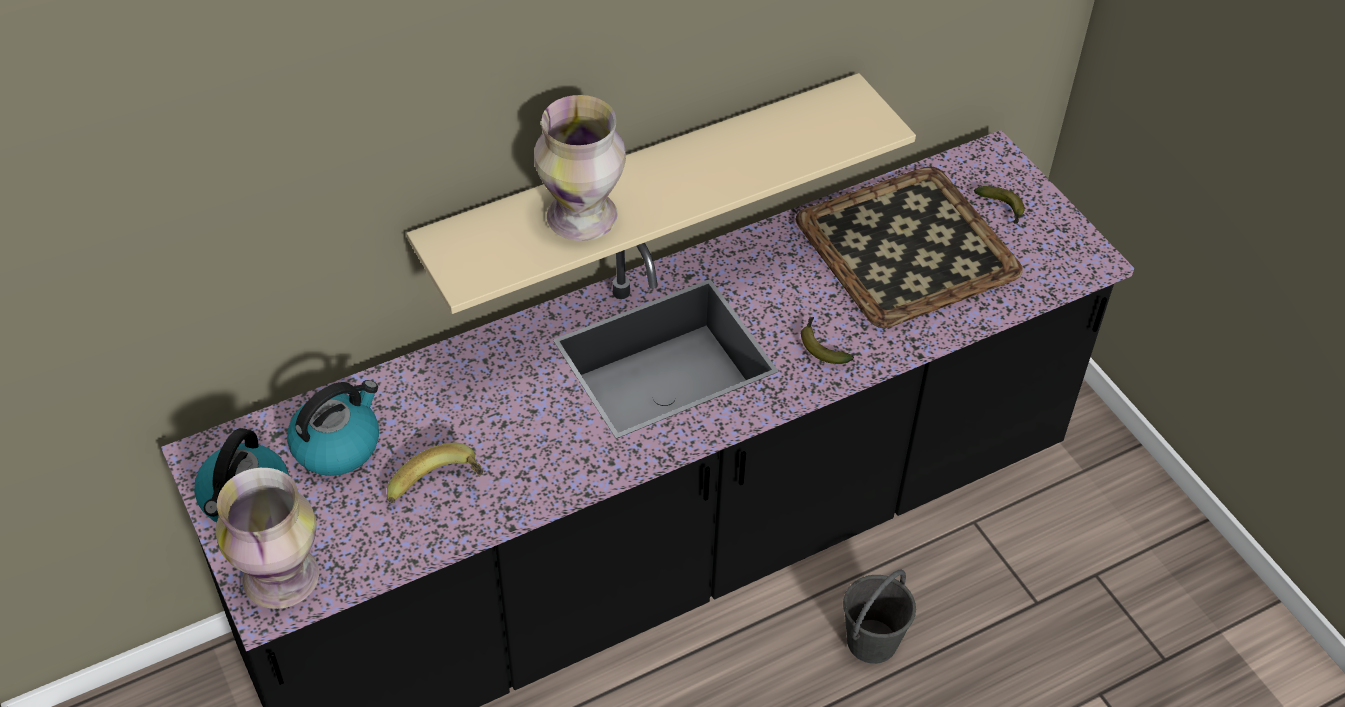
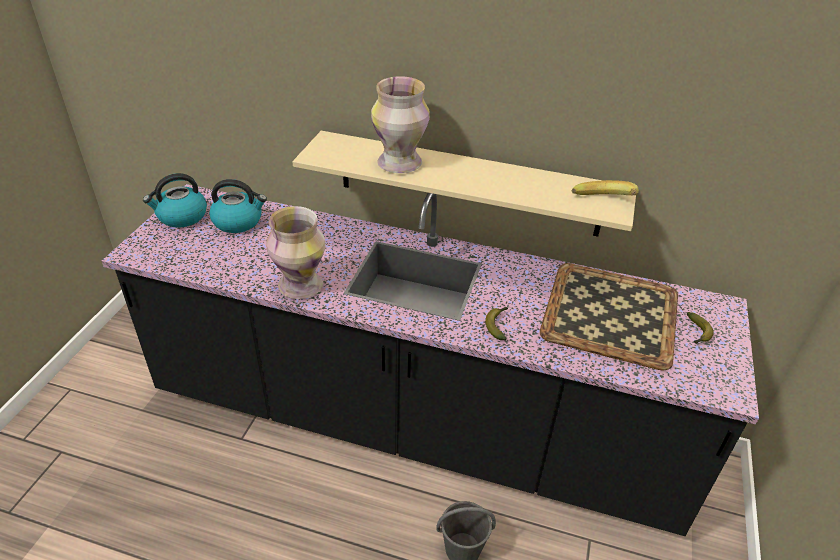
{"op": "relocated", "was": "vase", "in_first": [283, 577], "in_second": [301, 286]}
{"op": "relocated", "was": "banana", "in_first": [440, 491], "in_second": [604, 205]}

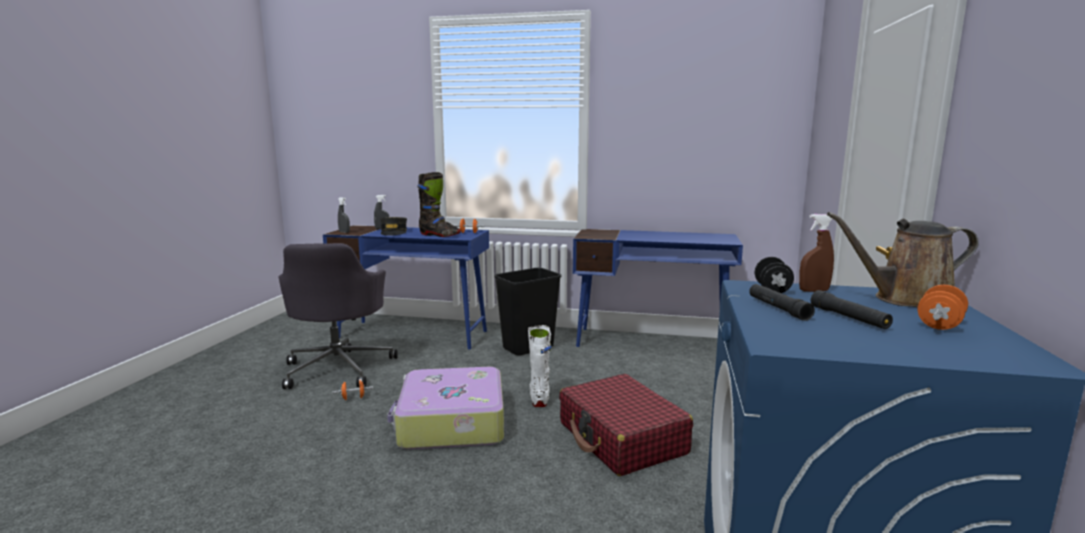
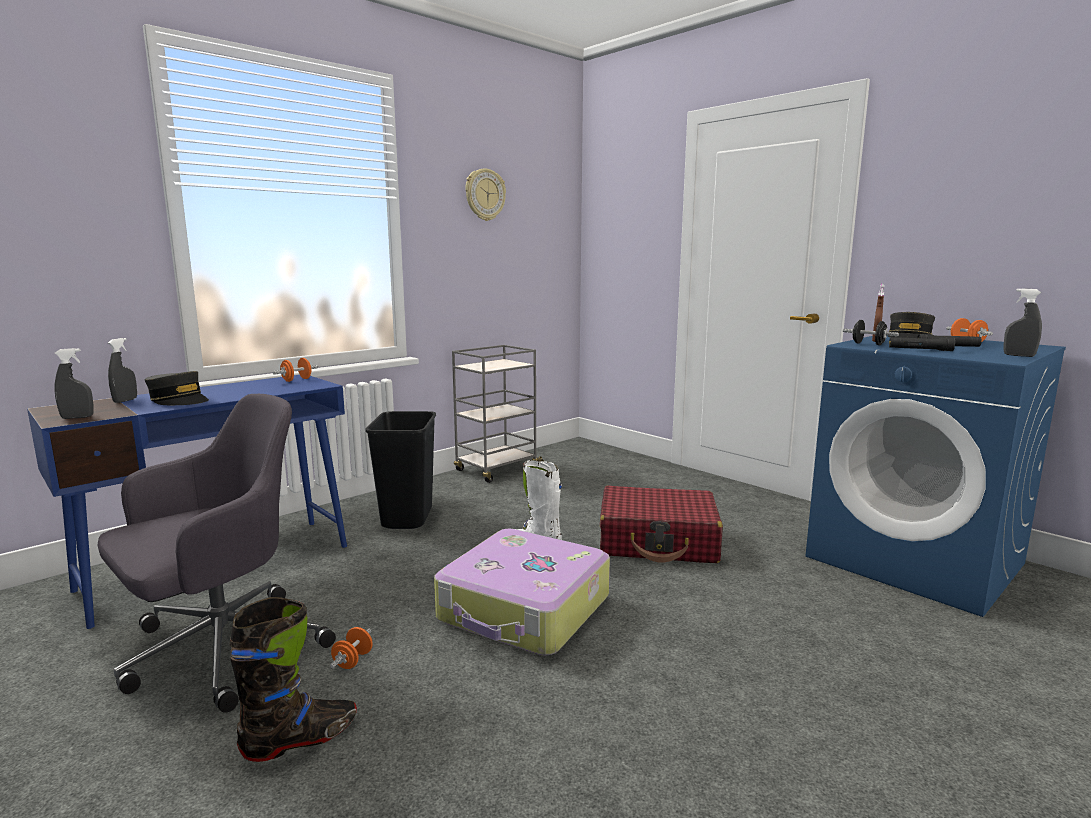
{"op": "spun", "was": "office chair/grey", "in_first": [339, 368], "in_second": [220, 651], "clockwise": -75}
{"op": "relocated", "was": "boot/black", "in_first": [439, 235], "in_second": [301, 739]}
{"op": "exchanged", "was": "desk/blue", "now": "cart/grey", "in_first": [652, 342], "in_second": [497, 469]}
{"op": "appeared", "now": "wall clock", "in_second": [484, 195]}
{"op": "exchanged", "was": "watering can/brown", "now": "cap/grey", "in_first": [906, 300], "in_second": [909, 337]}
{"op": "appeared", "now": "spray bottle/grey", "in_second": [1019, 355]}

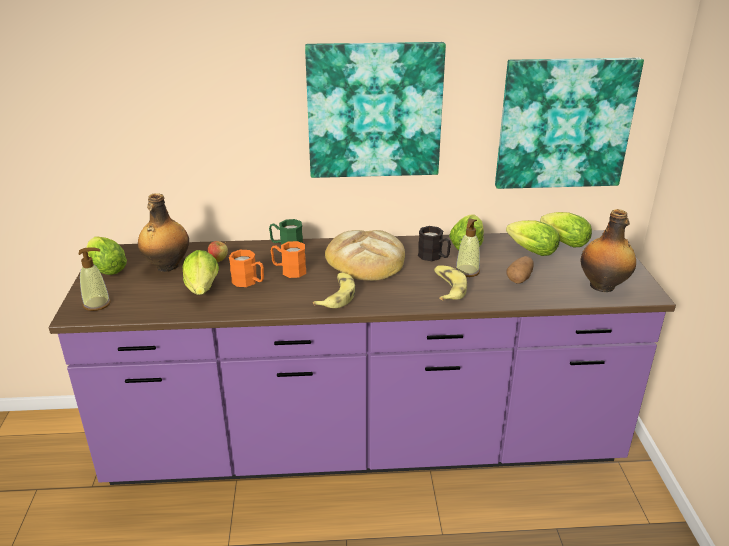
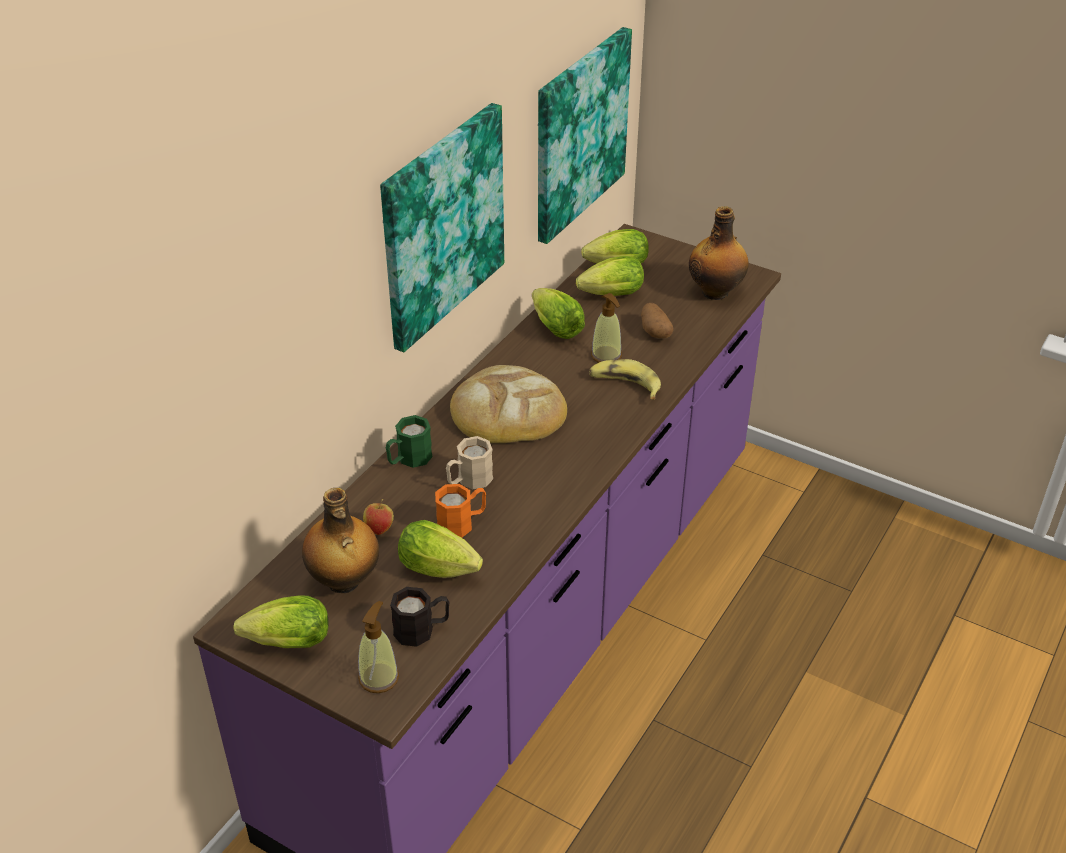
{"op": "relocated", "was": "mug/black", "in_first": [434, 257], "in_second": [422, 629]}
{"op": "colour", "was": "mug/orange", "now": "mug/beige", "in_first": [289, 270], "in_second": [469, 480]}
{"op": "missing", "was": "banana", "in_first": [337, 296]}

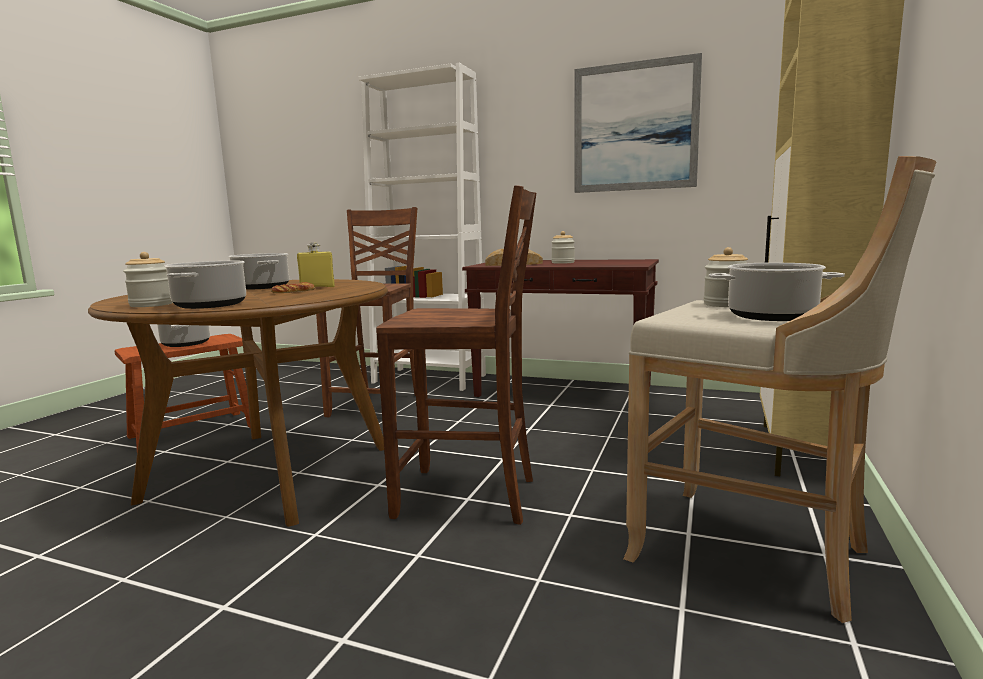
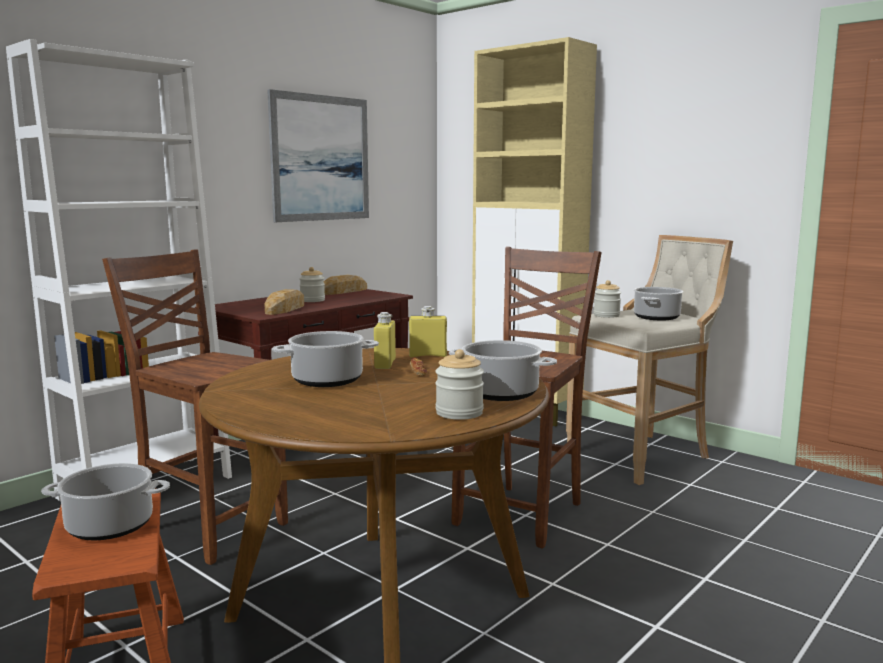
{"op": "appeared", "now": "bread", "in_second": [344, 291]}
{"op": "appeared", "now": "bottle/yellow", "in_second": [428, 355]}

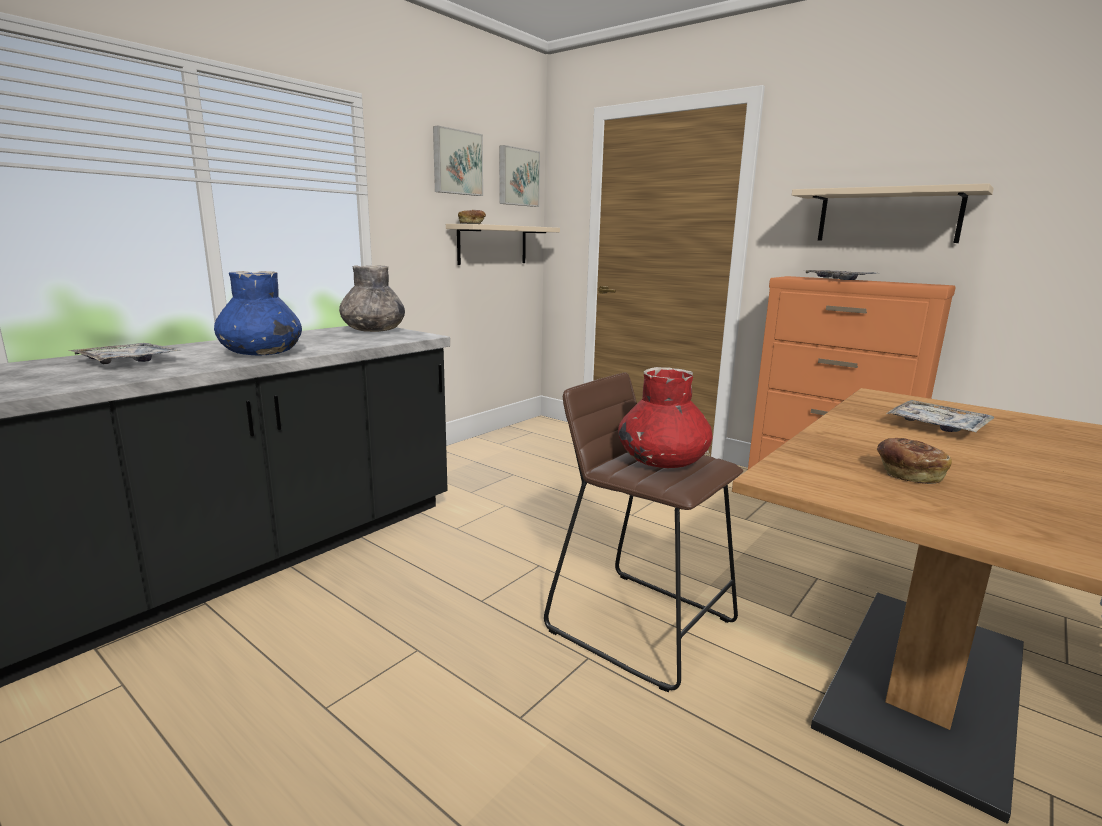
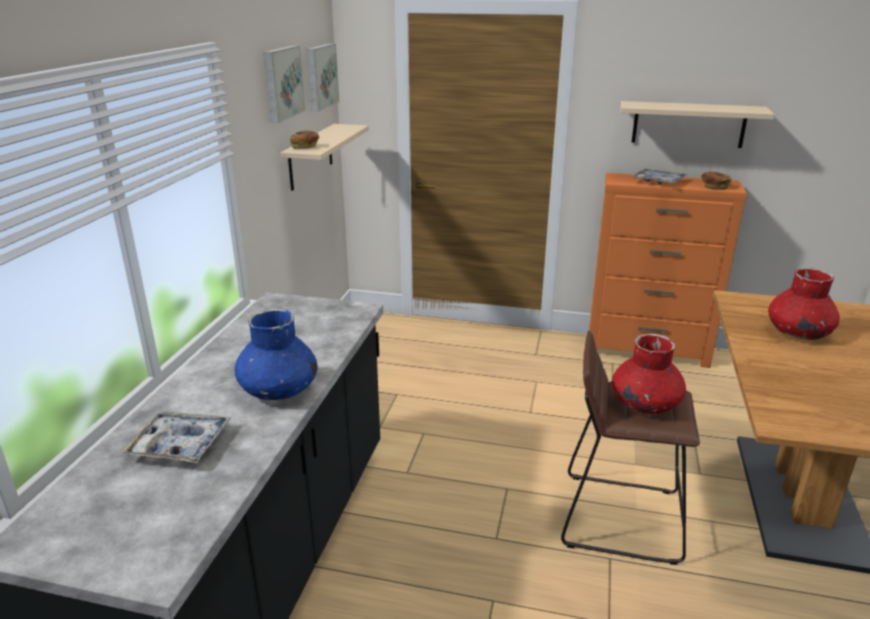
{"op": "relocated", "was": "bread", "in_first": [907, 474], "in_second": [713, 187]}
{"op": "exchanged", "was": "tray", "now": "vase/red", "in_first": [938, 426], "in_second": [797, 332]}
{"op": "missing", "was": "vase/grey", "in_first": [373, 331]}

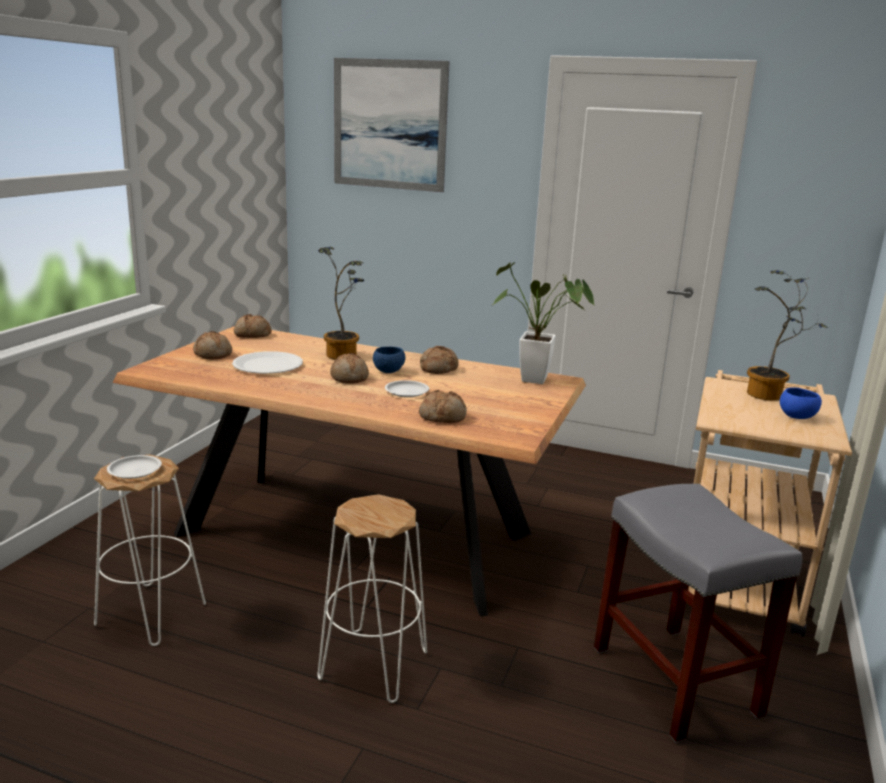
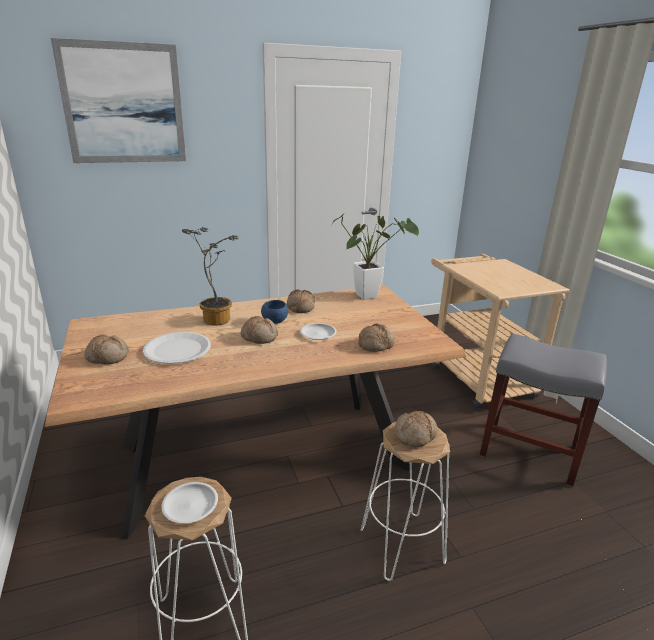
{"op": "relocated", "was": "bread", "in_first": [252, 335], "in_second": [415, 436]}
{"op": "missing", "was": "potted plant", "in_first": [769, 396]}
{"op": "missing", "was": "bowl/blue", "in_first": [797, 417]}

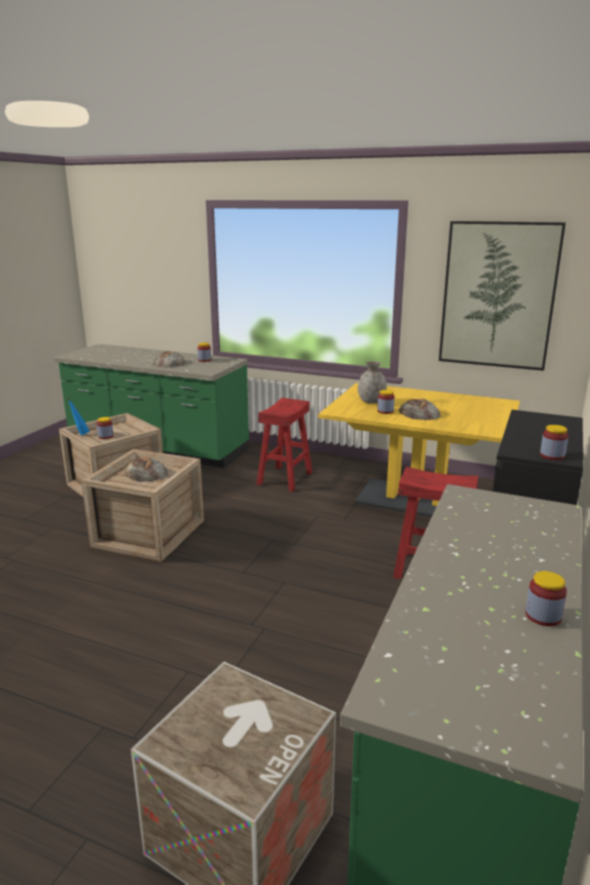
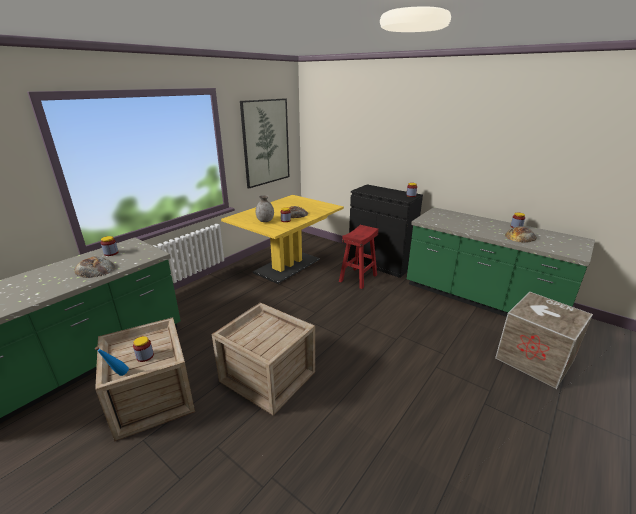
{"op": "relocated", "was": "bread", "in_first": [146, 473], "in_second": [520, 236]}
{"op": "missing", "was": "stool/red", "in_first": [284, 478]}

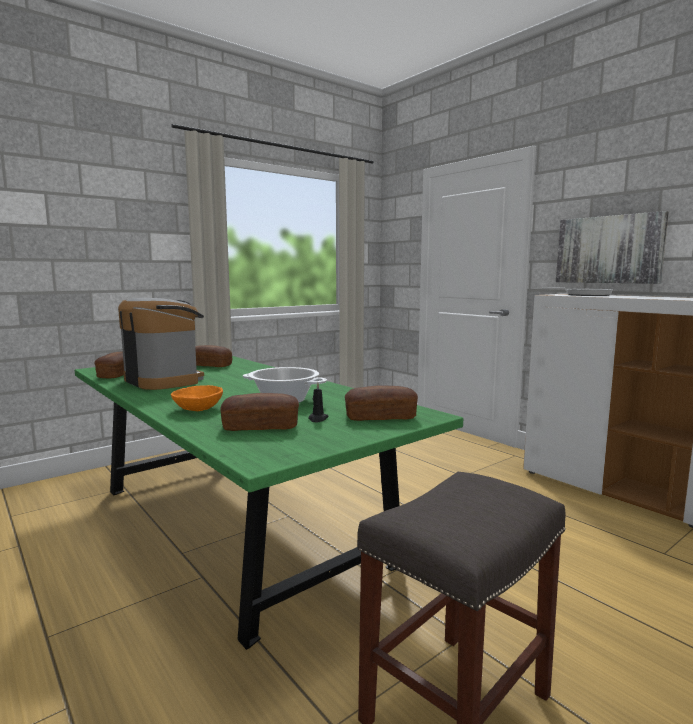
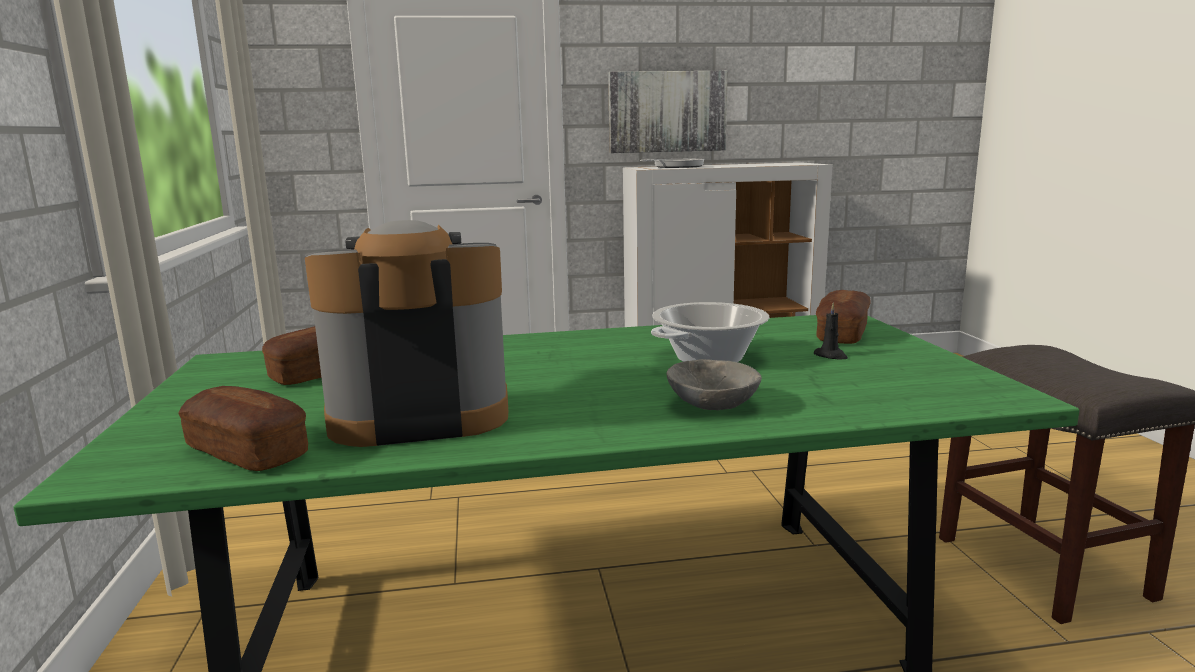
{"op": "colour", "was": "bowl/orange", "now": "bowl/grey", "in_first": [199, 409], "in_second": [711, 405]}
{"op": "missing", "was": "bread", "in_first": [260, 427]}

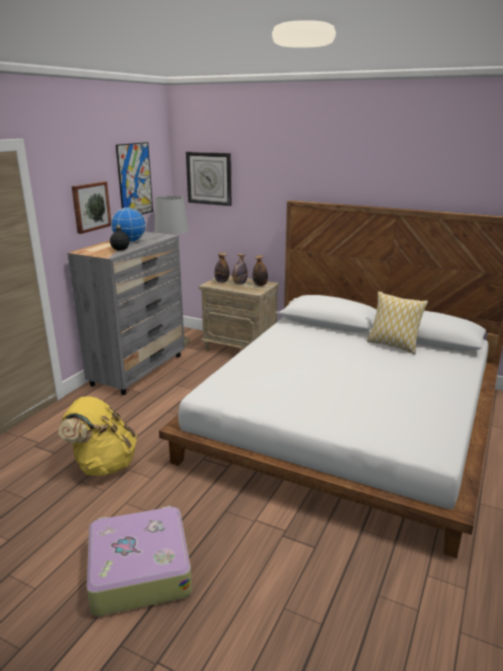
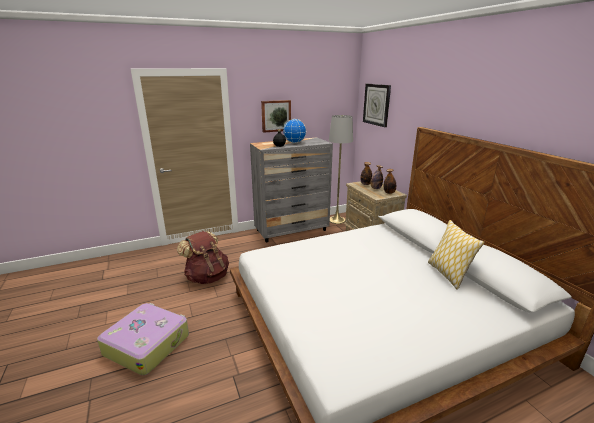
{"op": "colour", "was": "backpack/yellow", "now": "backpack/brown", "in_first": [103, 464], "in_second": [207, 277]}
{"op": "missing", "was": "picture", "in_first": [135, 180]}

